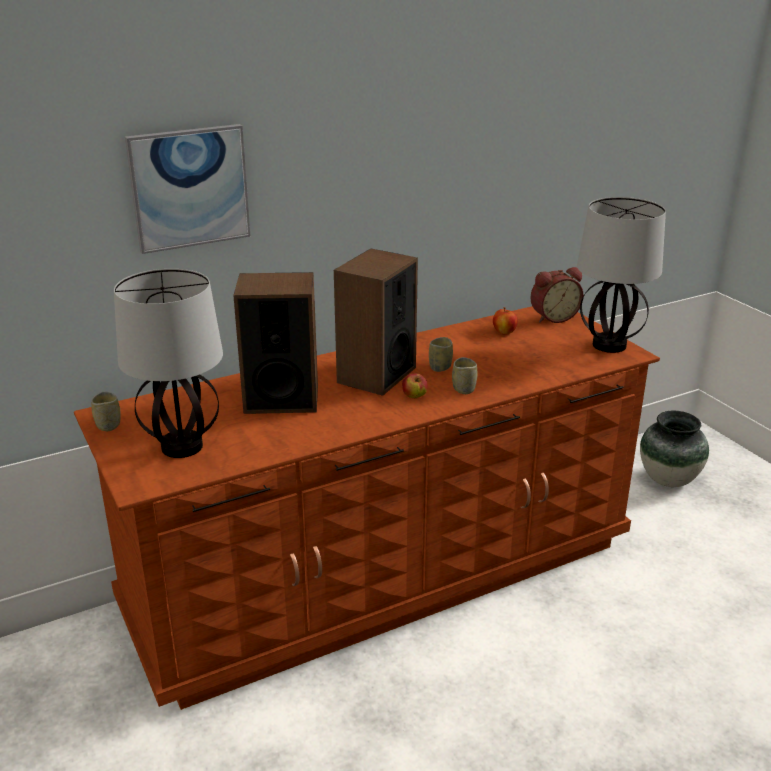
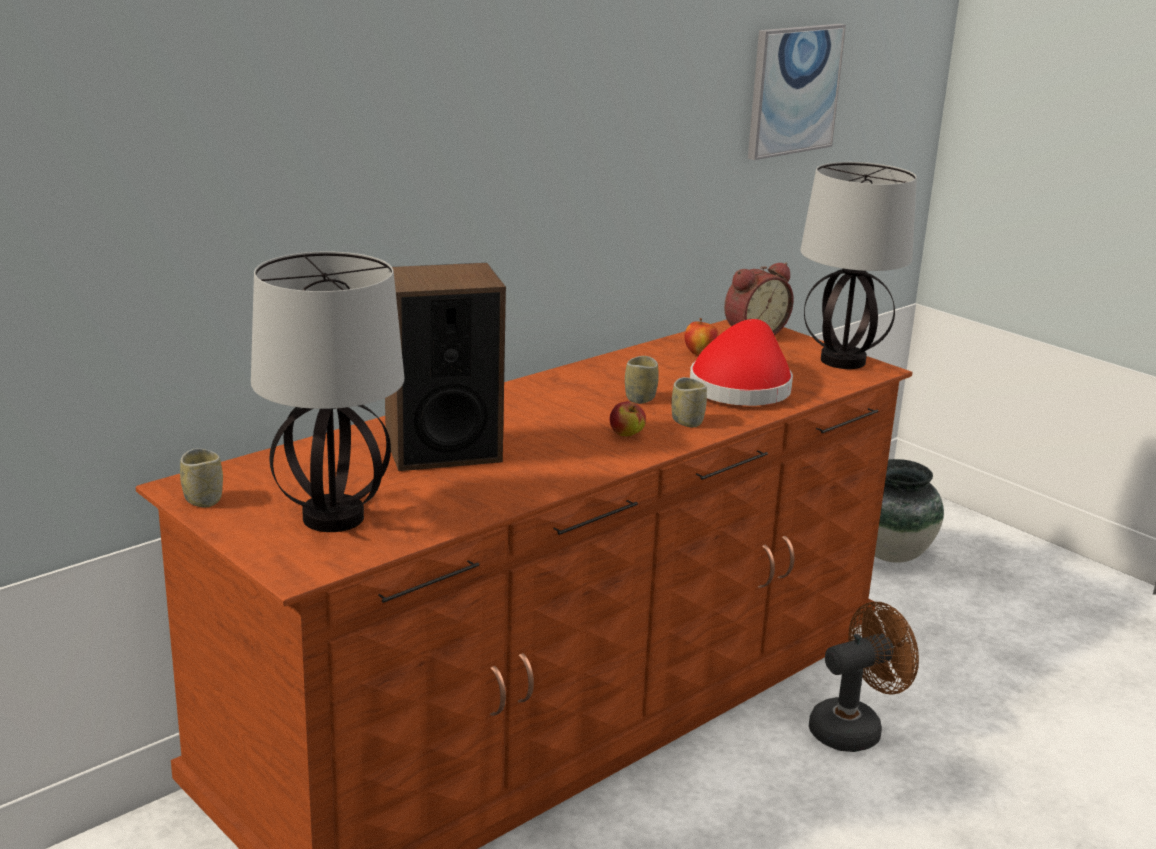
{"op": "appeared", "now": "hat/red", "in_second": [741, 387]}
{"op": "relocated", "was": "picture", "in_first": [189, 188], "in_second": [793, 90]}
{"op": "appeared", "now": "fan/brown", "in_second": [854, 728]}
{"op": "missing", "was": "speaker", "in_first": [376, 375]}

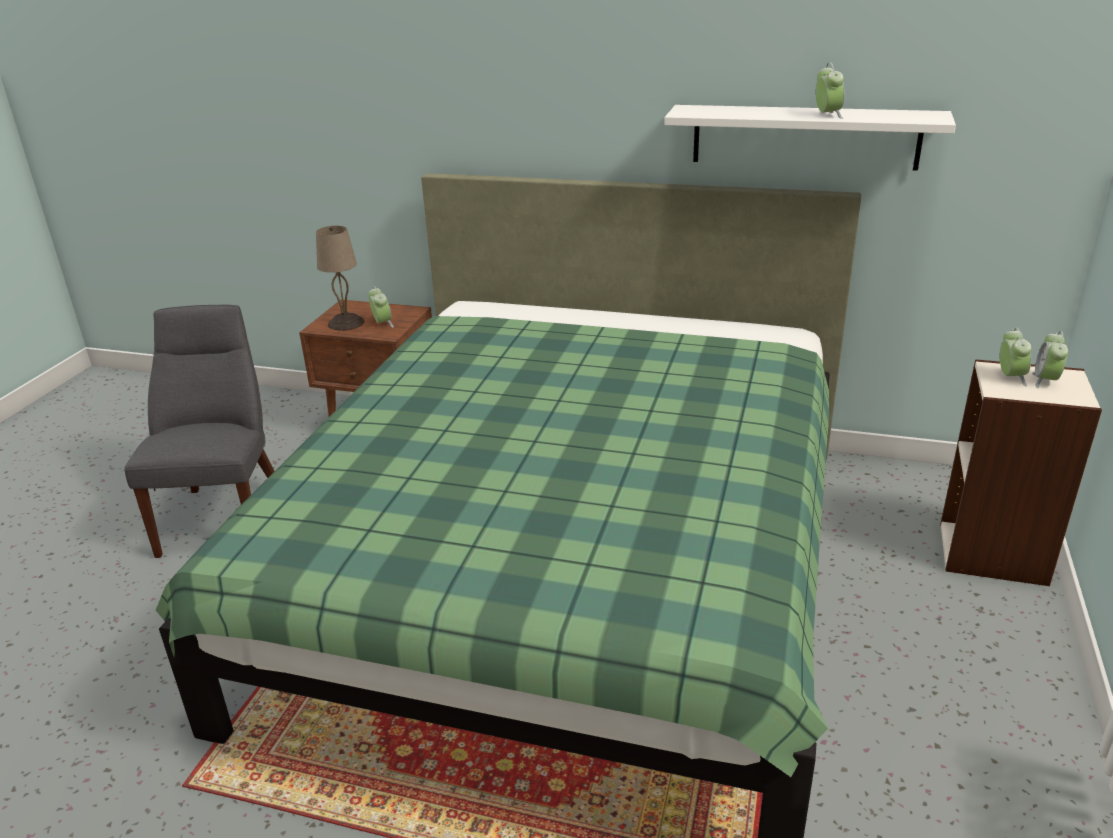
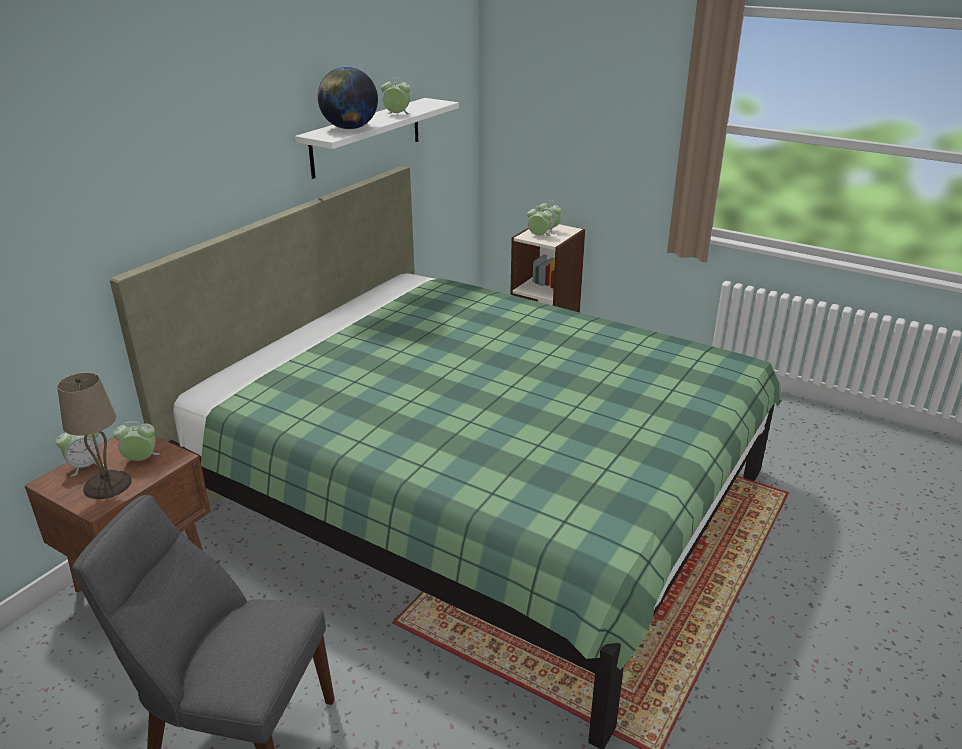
{"op": "appeared", "now": "alarm clock", "in_second": [86, 466]}
{"op": "appeared", "now": "globe", "in_second": [349, 128]}

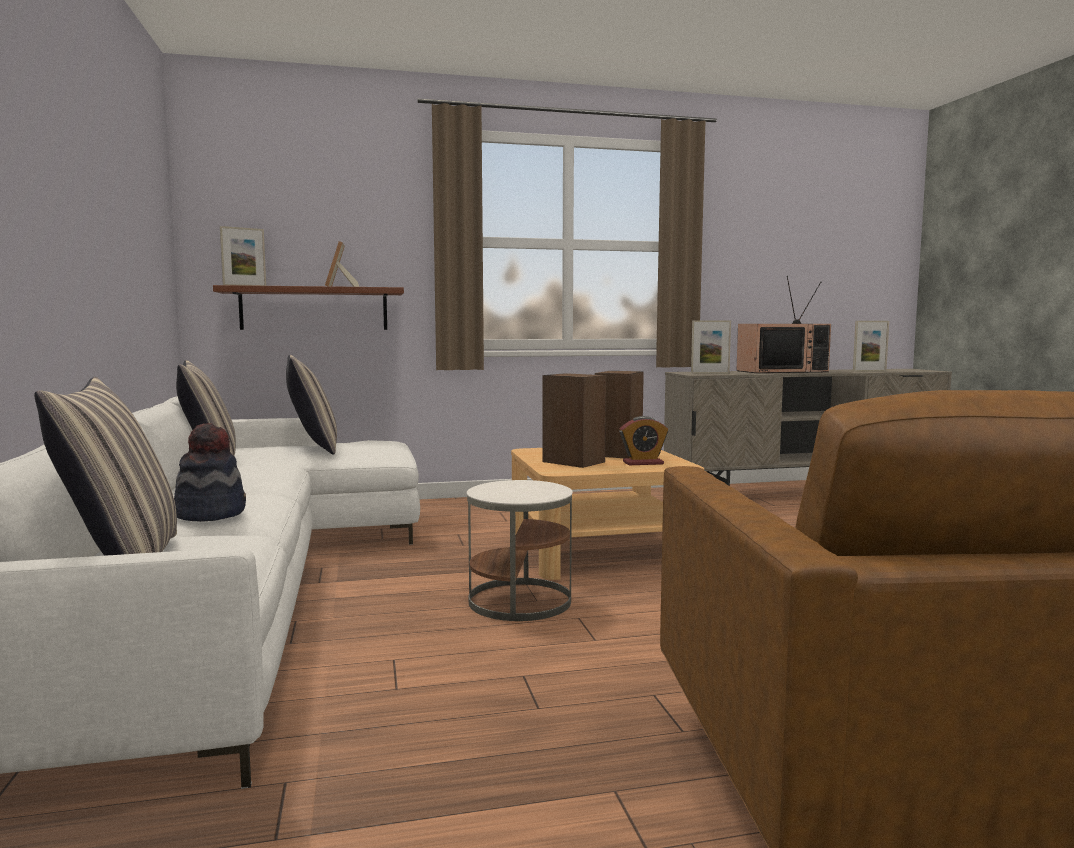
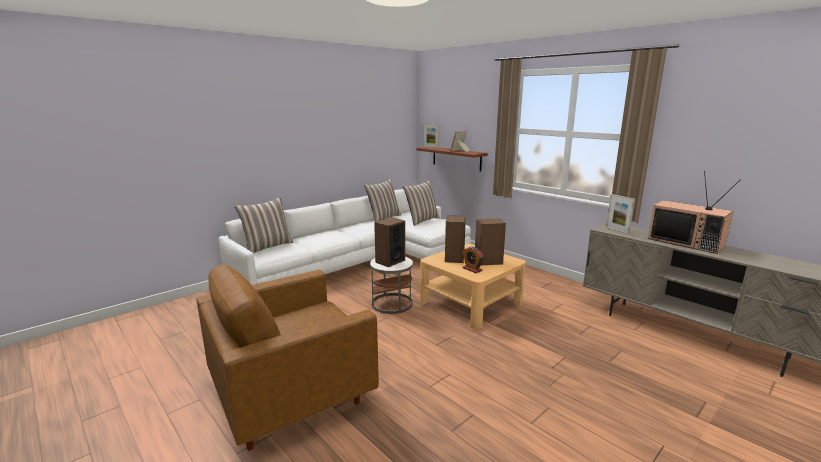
{"op": "appeared", "now": "speaker", "in_second": [390, 261]}
{"op": "missing", "was": "hat", "in_first": [211, 513]}
{"op": "missing", "was": "picture frame", "in_first": [869, 371]}

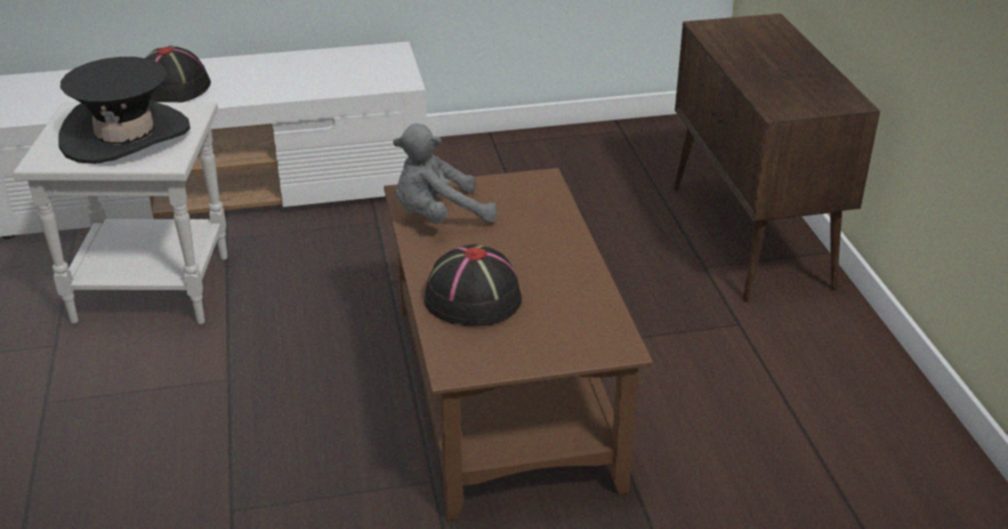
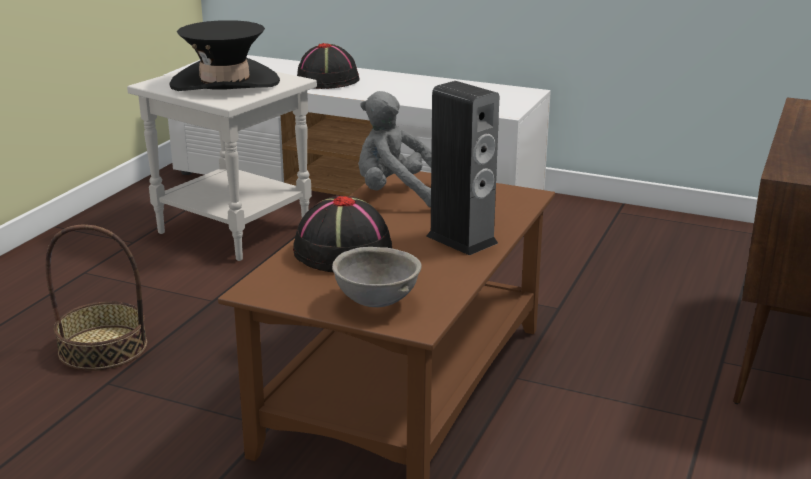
{"op": "appeared", "now": "basket", "in_second": [103, 348]}
{"op": "appeared", "now": "bowl/grey", "in_second": [377, 302]}
{"op": "appeared", "now": "speaker", "in_second": [461, 239]}

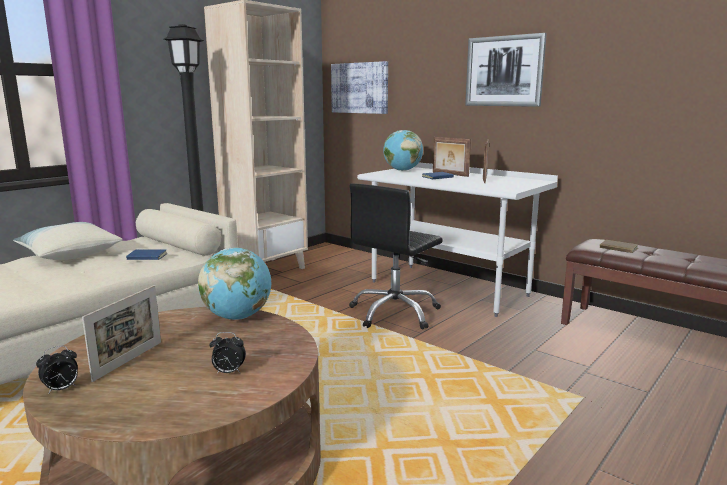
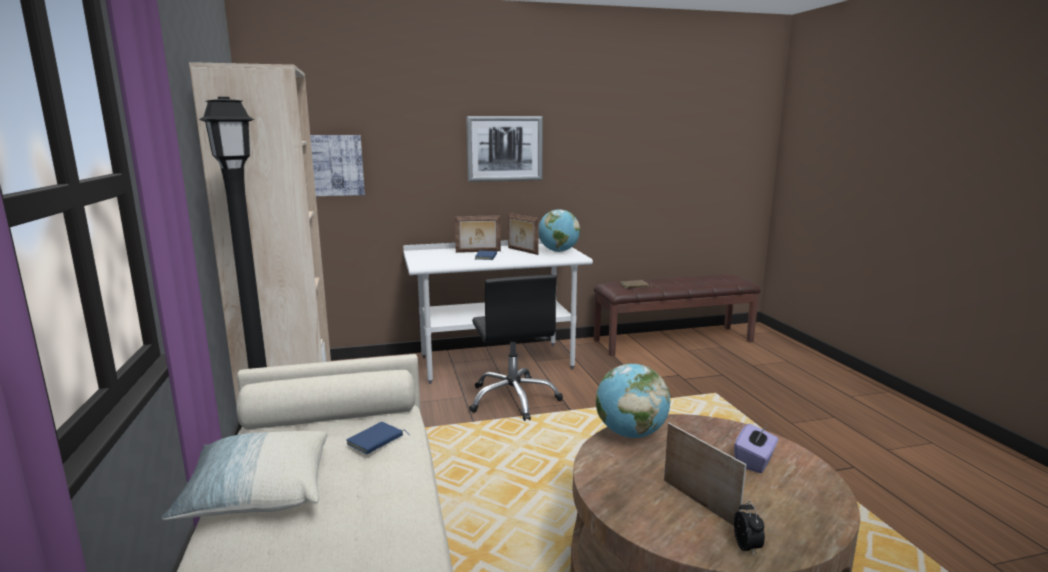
{"op": "relocated", "was": "globe", "in_first": [402, 170], "in_second": [558, 251]}
{"op": "exchanged", "was": "alarm clock", "now": "tissue box/purple", "in_first": [228, 372], "in_second": [754, 461]}

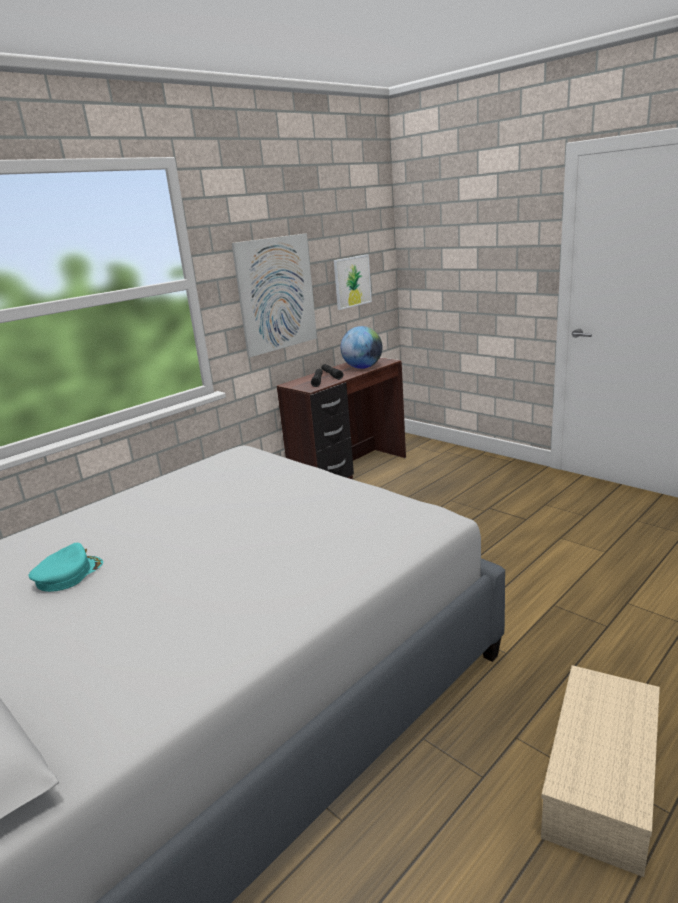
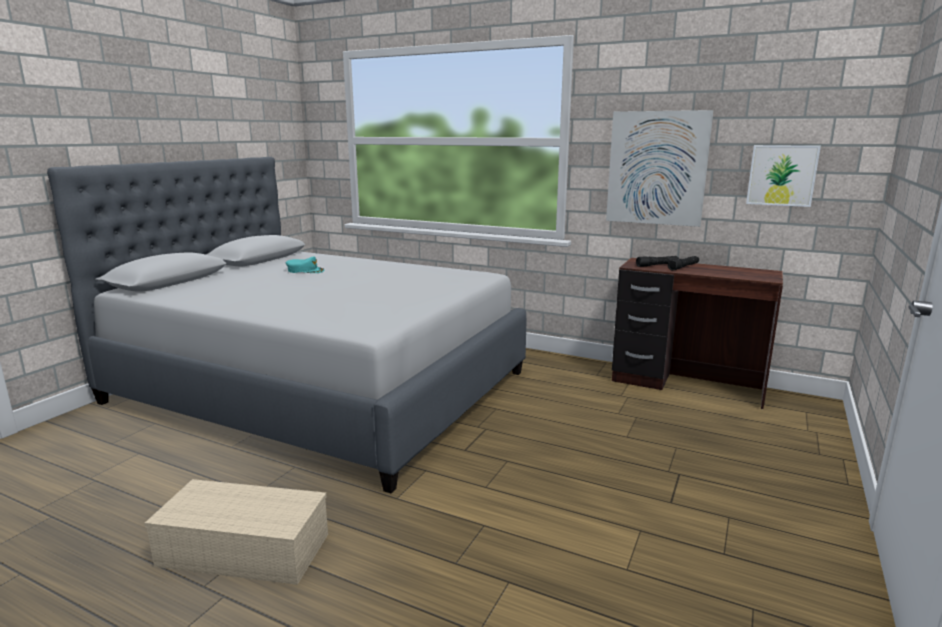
{"op": "missing", "was": "globe", "in_first": [362, 367]}

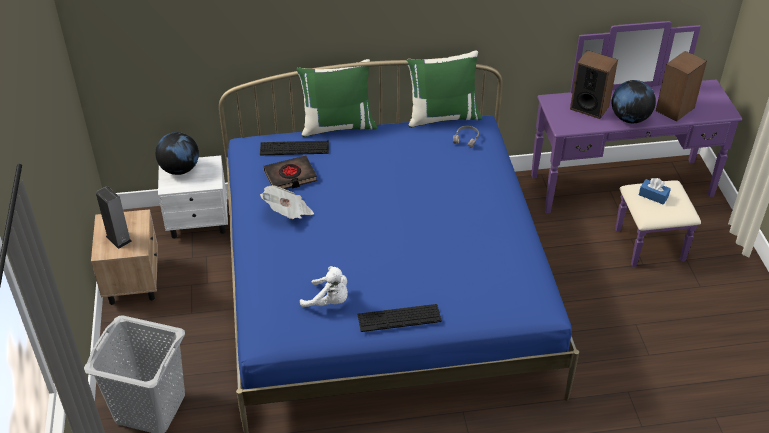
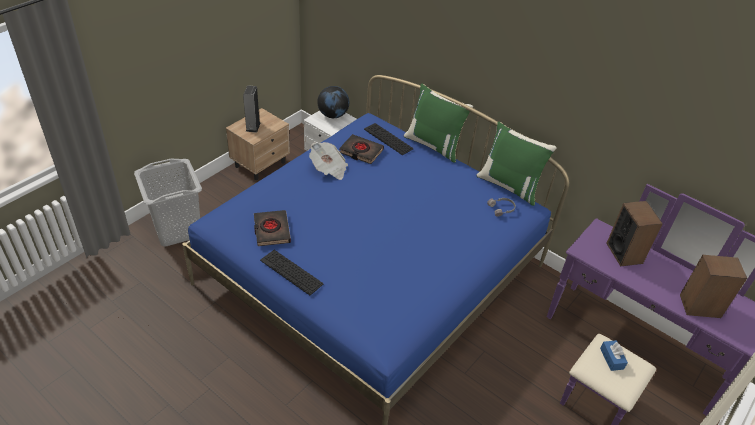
{"op": "exchanged", "was": "plush toy/white", "now": "book/black", "in_first": [329, 301], "in_second": [271, 230]}
{"op": "missing", "was": "globe", "in_first": [629, 118]}

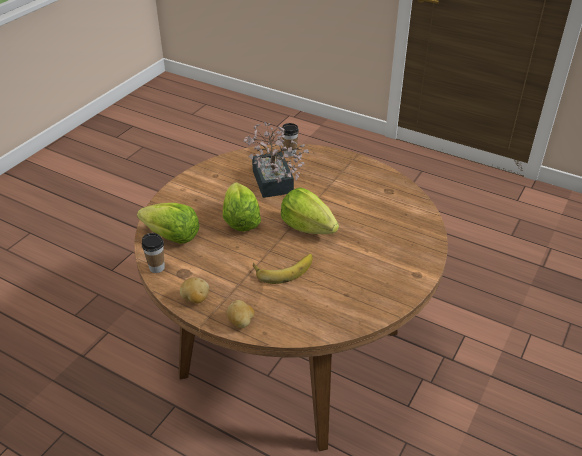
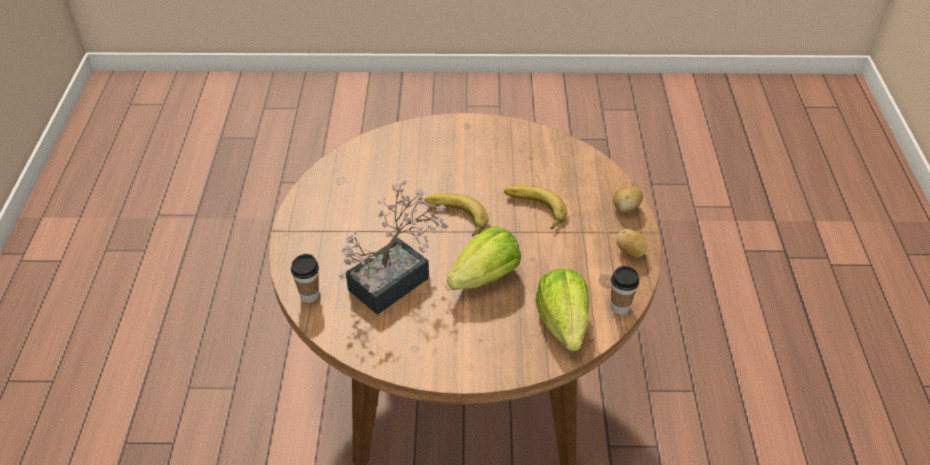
{"op": "exchanged", "was": "lettuce", "now": "banana", "in_first": [308, 227], "in_second": [454, 218]}

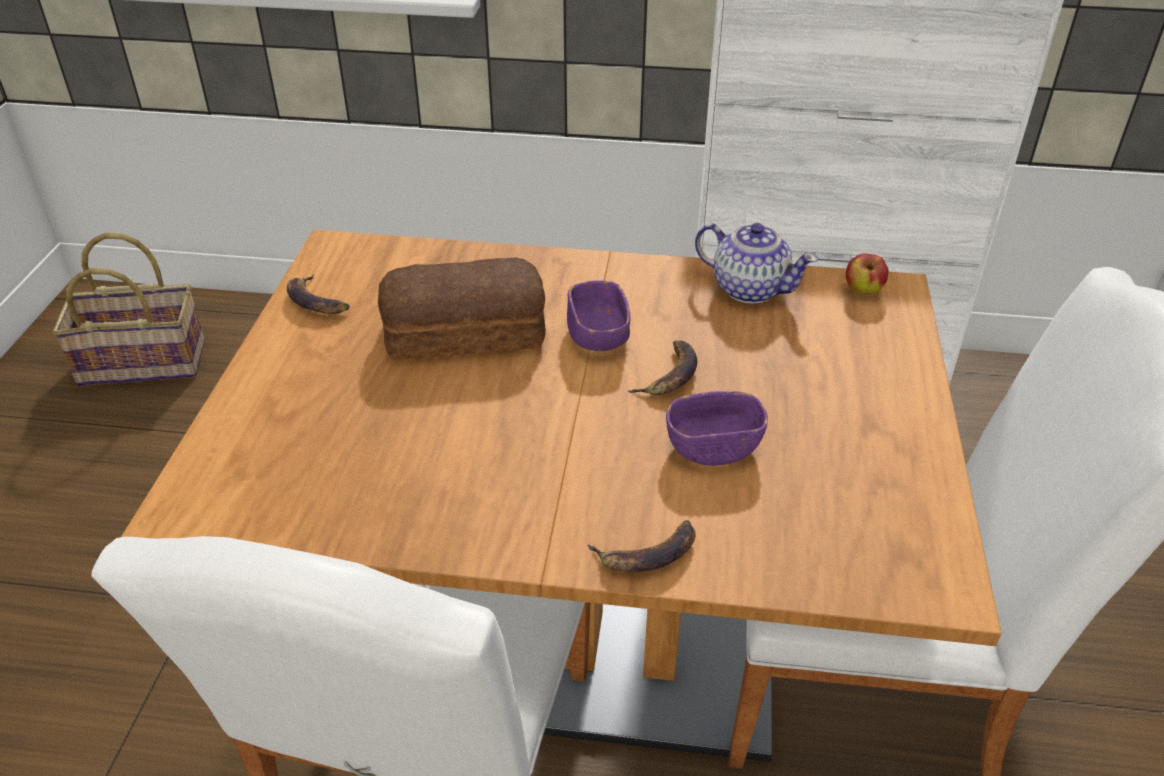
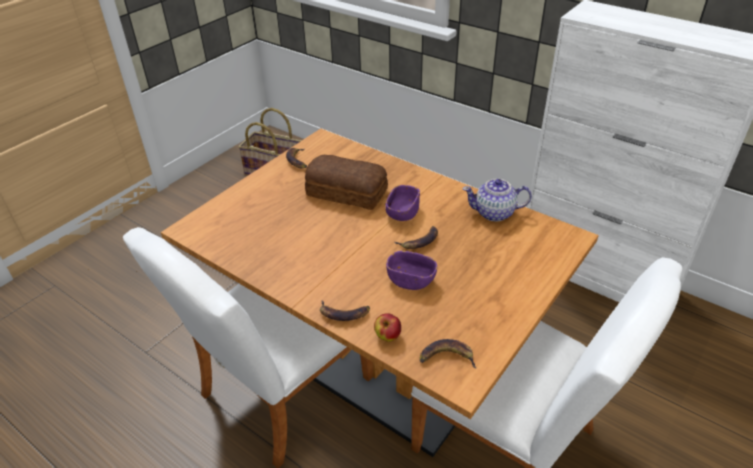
{"op": "relocated", "was": "apple", "in_first": [863, 291], "in_second": [387, 336]}
{"op": "appeared", "now": "banana", "in_second": [446, 357]}
{"op": "spun", "was": "teapot", "in_first": [749, 288], "in_second": [495, 213], "clockwise": 120}

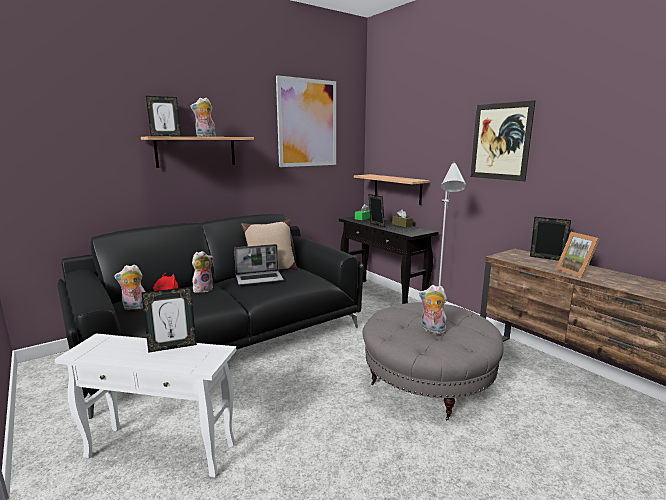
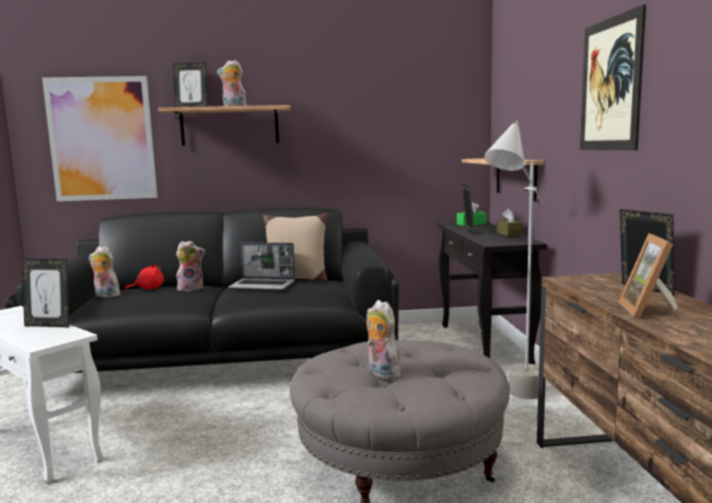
{"op": "relocated", "was": "picture", "in_first": [307, 123], "in_second": [102, 139]}

